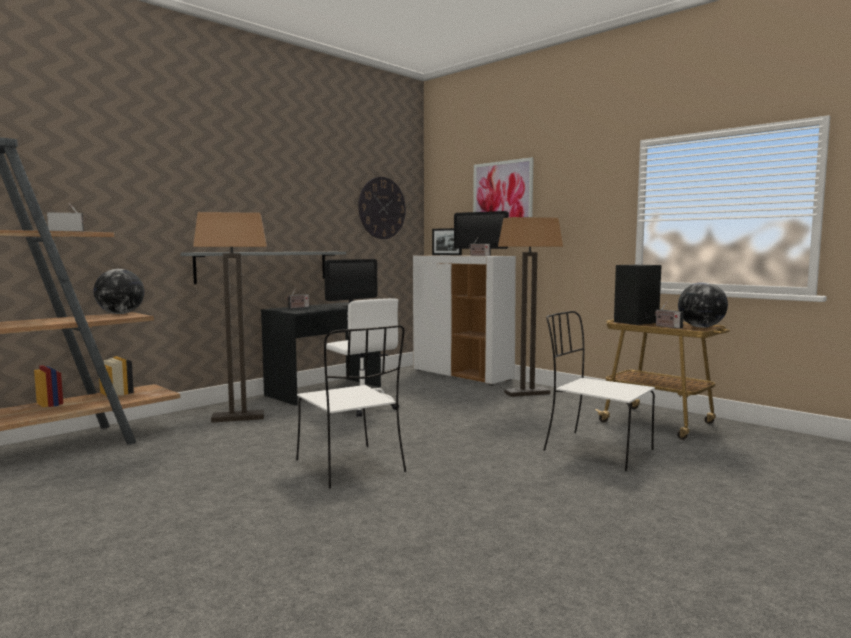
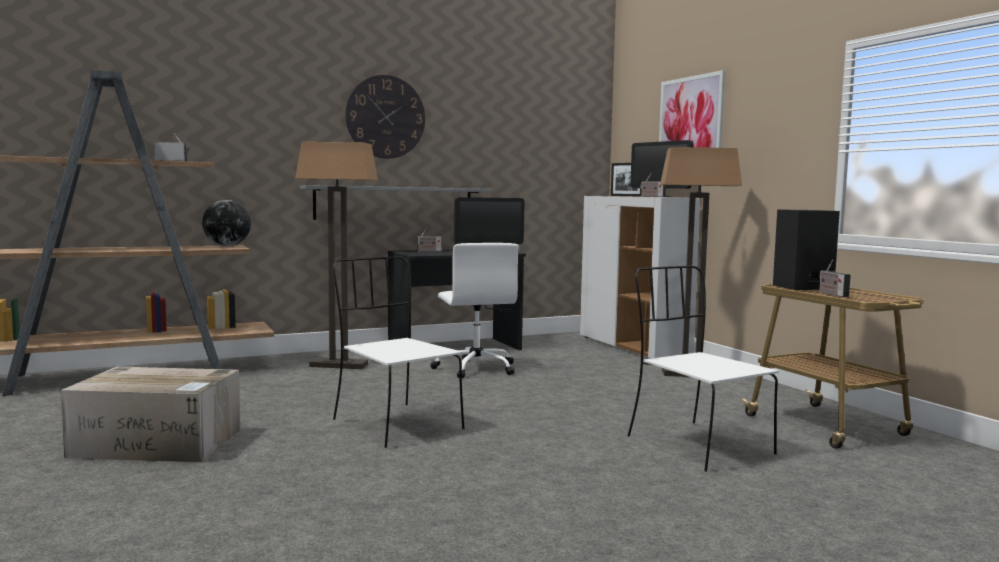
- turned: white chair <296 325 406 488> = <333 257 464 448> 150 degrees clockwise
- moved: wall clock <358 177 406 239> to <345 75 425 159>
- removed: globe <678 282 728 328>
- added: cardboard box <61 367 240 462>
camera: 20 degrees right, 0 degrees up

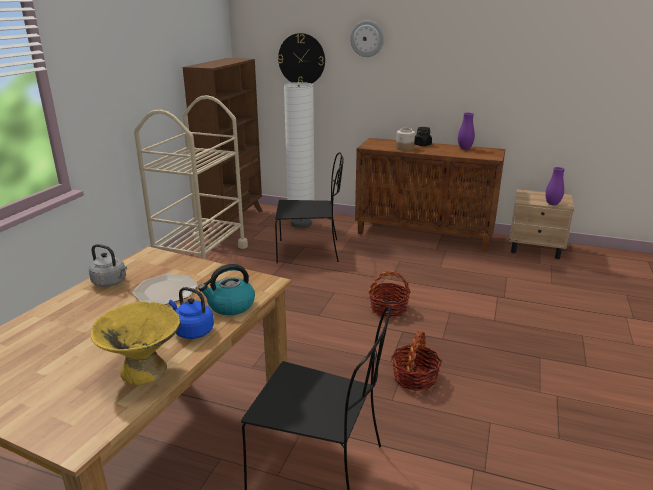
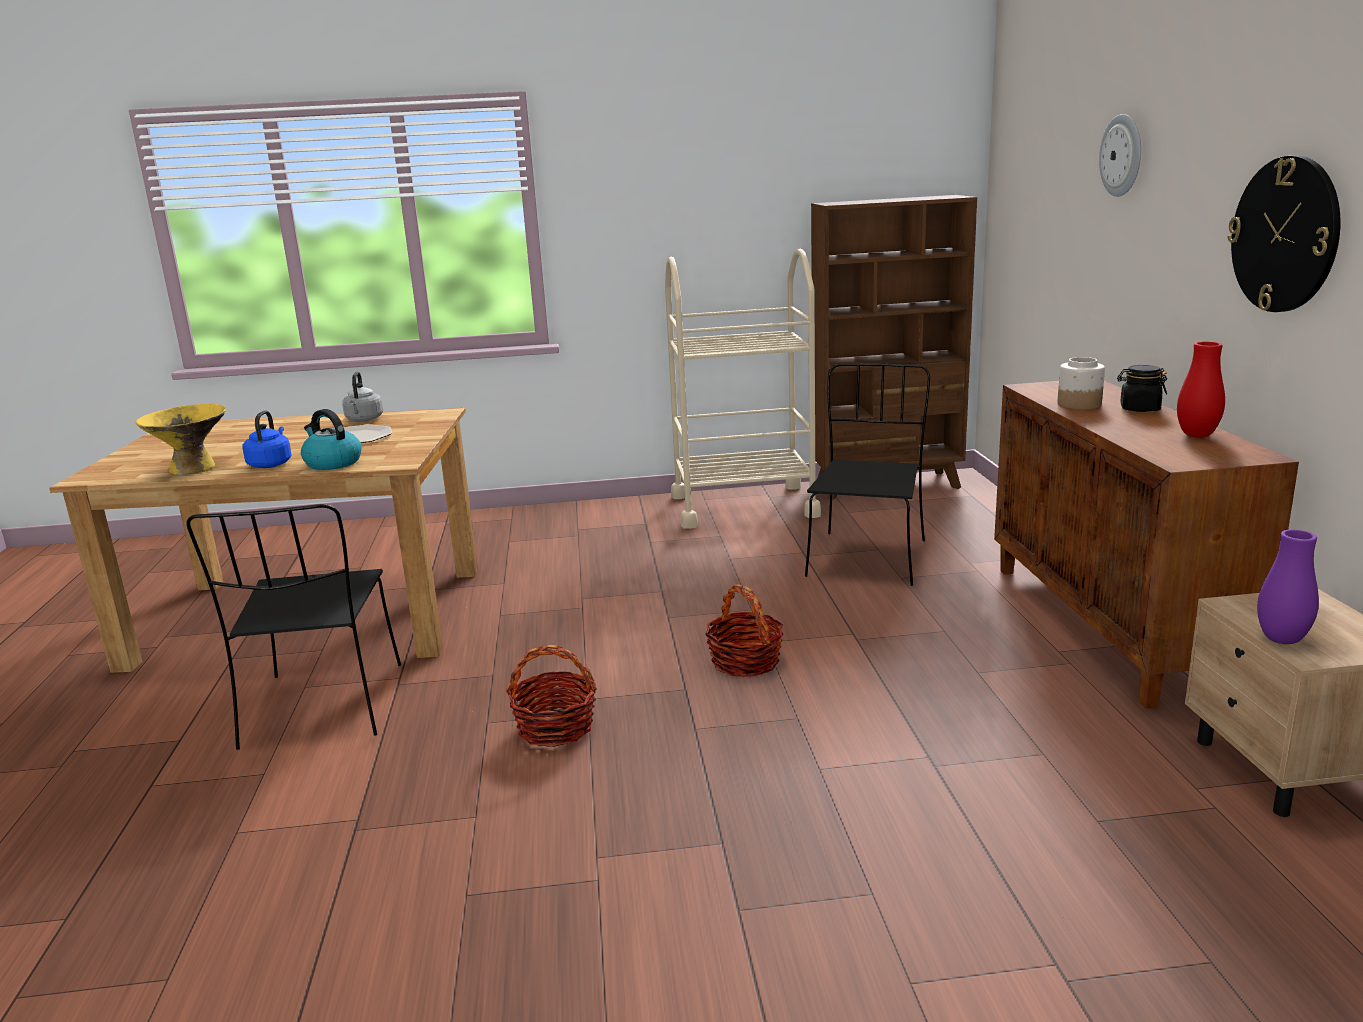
- turned: black chair <275 152 344 263> = <805 364 930 586> 135 degrees counterclockwise
- moved: wall clock <278 33 325 83> to <1228 155 1341 312>
- removed: white floor lamp <284 82 315 228>
- recoloured: purple vase <458 113 475 150> to red vase <1177 341 1225 438>
camera: 65 degrees right, 5 degrees down

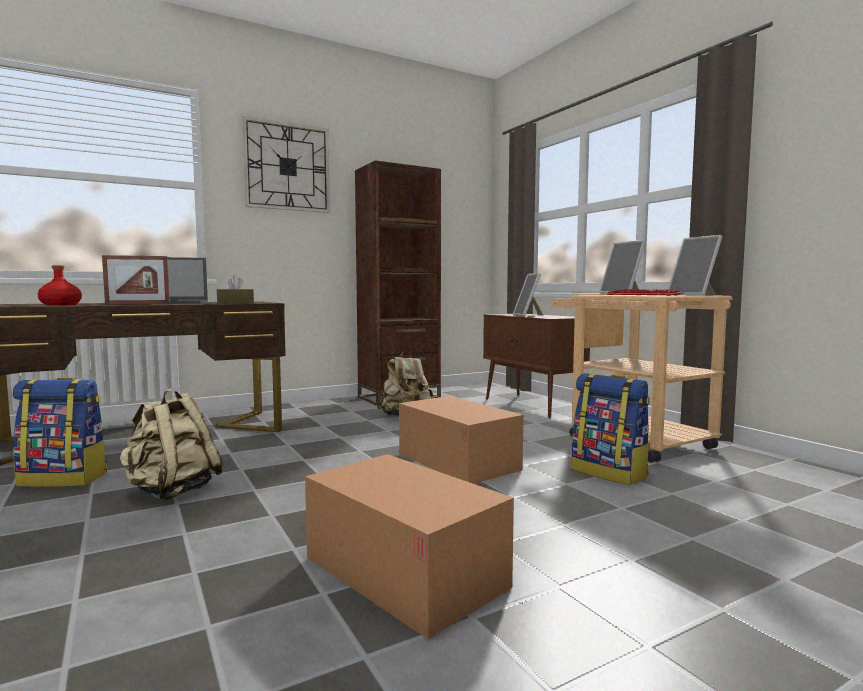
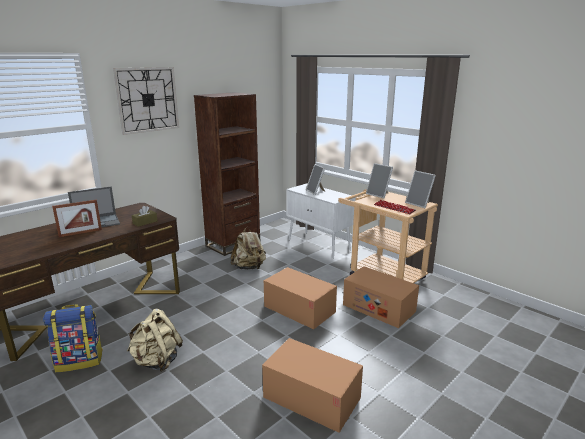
- removed: red bottle <38 265 82 305>
- recoloured: brown cabinet <483 314 590 418> to white cabinet <286 183 356 258>
- replaced: backpack <571 373 650 485> to cardboard box <343 266 419 328>
camera: 15 degrees left, 15 degrees up

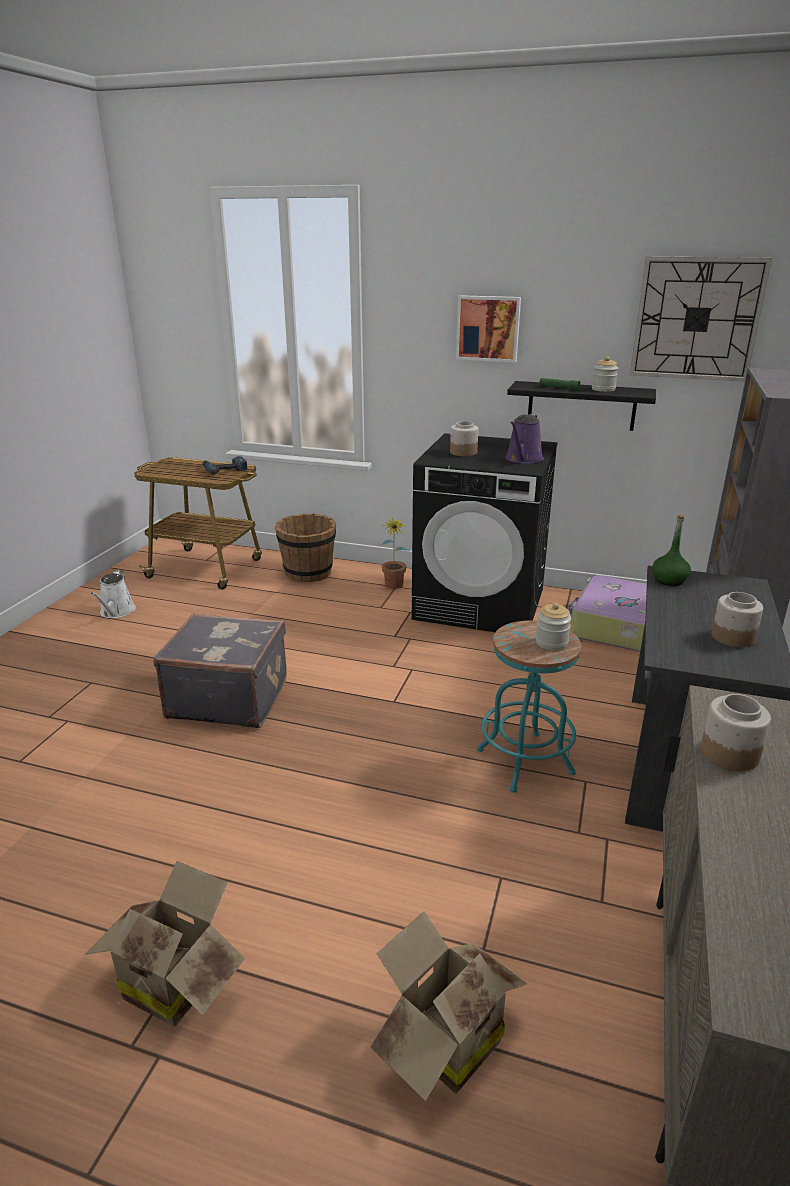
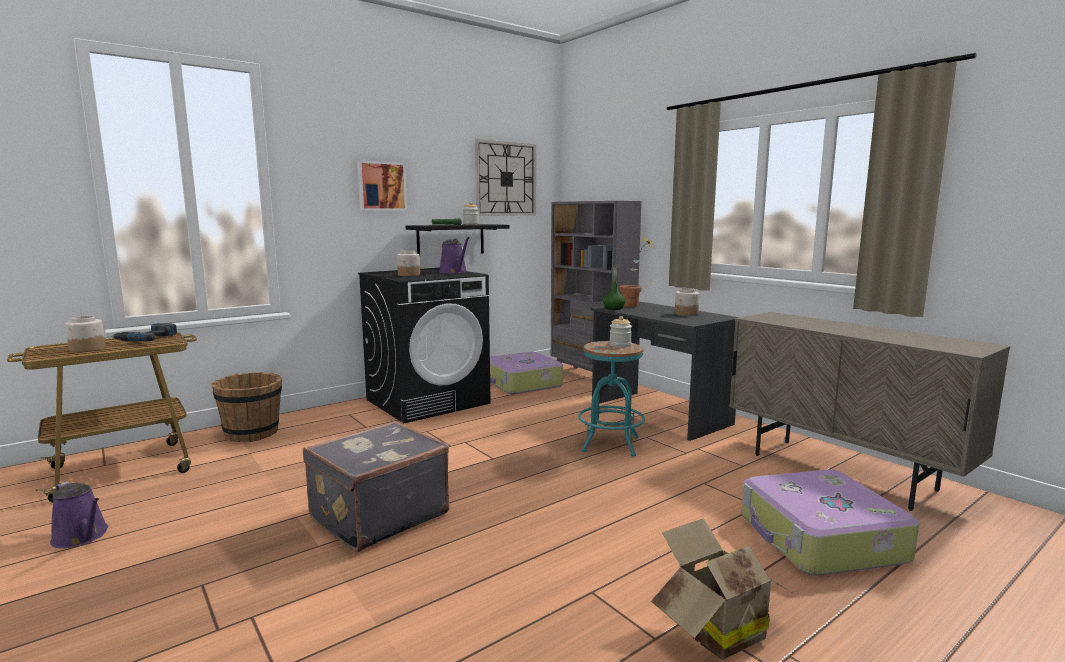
- recoloured: white watering can <91 570 136 618> to purple watering can <50 481 108 548>
- replaced: cardboard box <370 911 527 1101> to suitcase <741 470 919 576>
- moved: potted plant <381 518 409 589> to <619 236 655 307>
- moved: jar <701 694 771 771> to <65 316 106 353>
camera: 55 degrees left, 15 degrees down

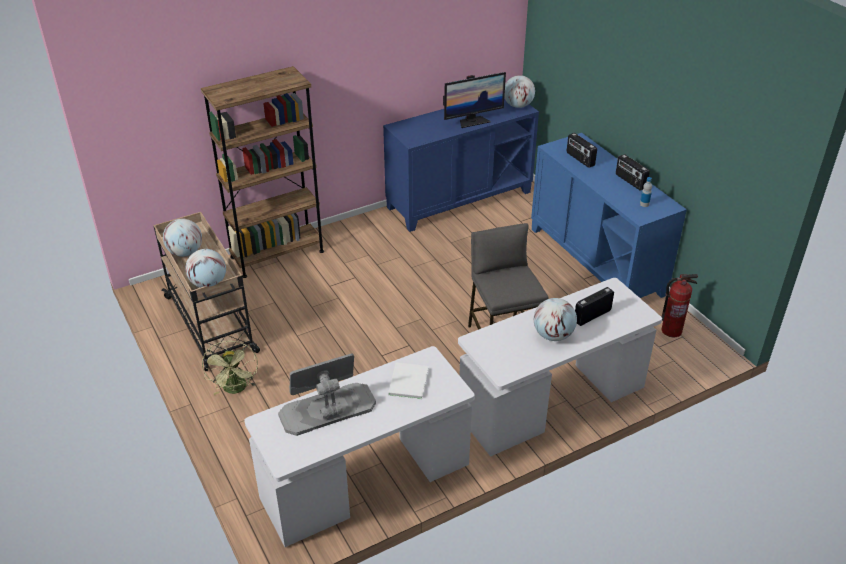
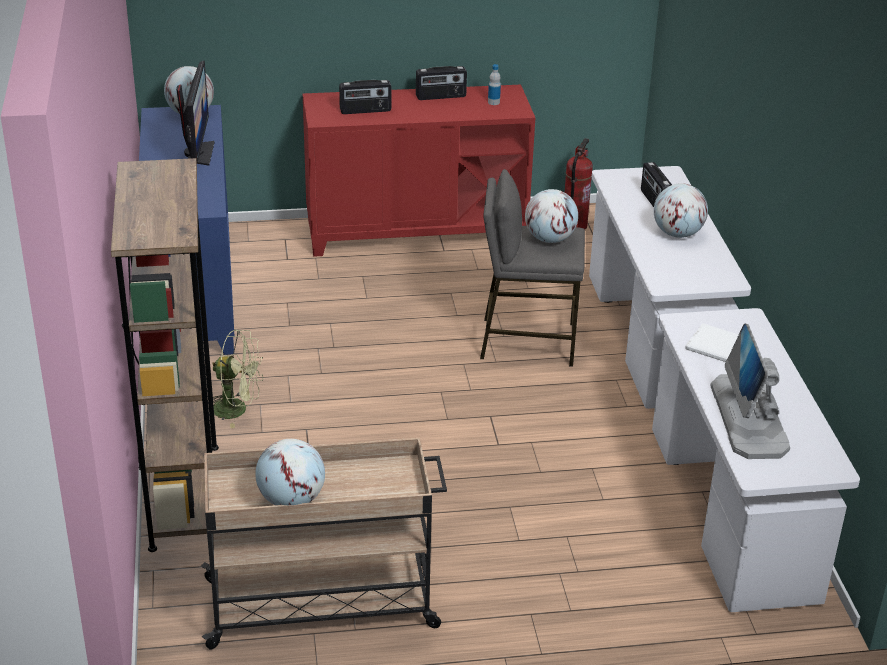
- moved: globe <185 249 226 288> to <525 189 578 243>
- moved: green fan <202 341 258 395> to <212 329 263 428>
- recoloured: blue cabinet <531 133 687 298> to red cabinet <303 85 535 257>
camera: 70 degrees left, 5 degrees down

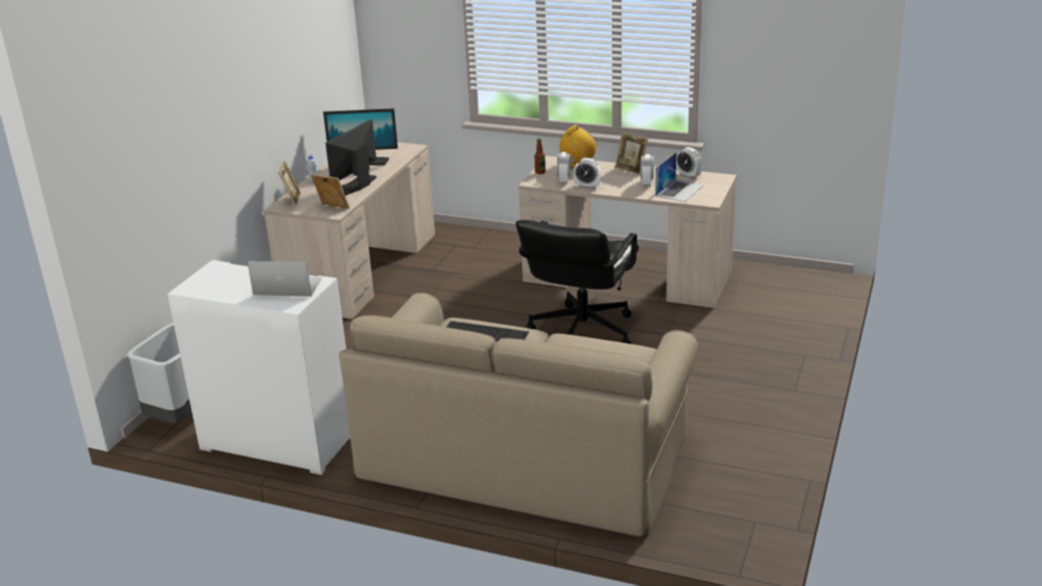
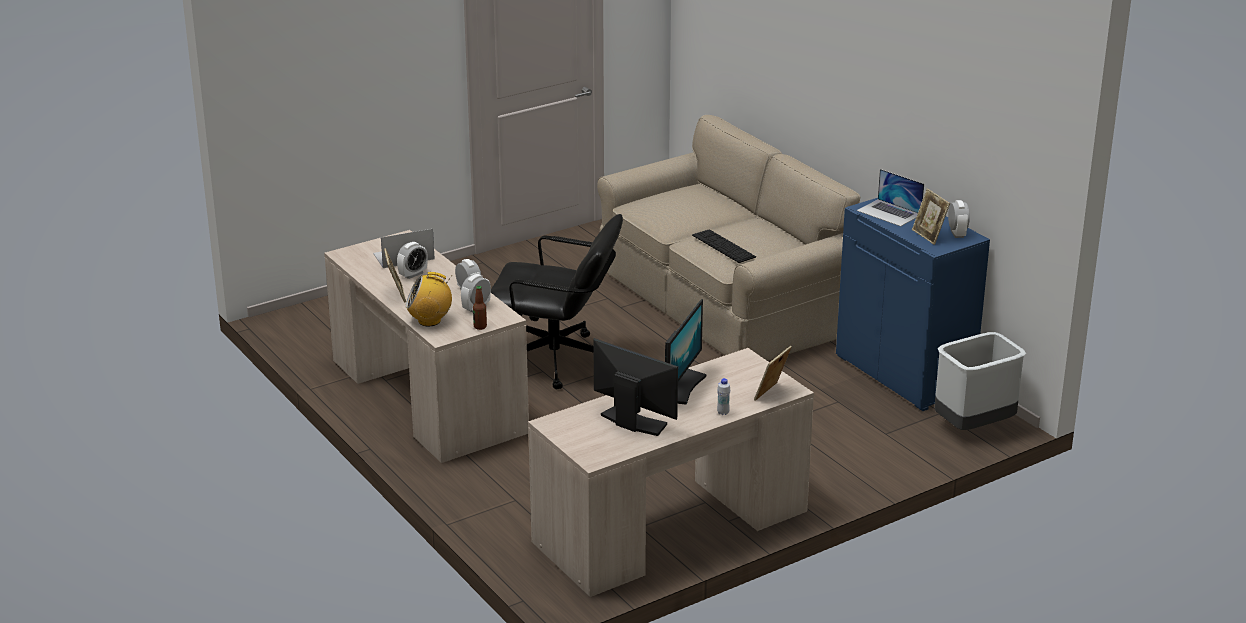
- recoloured: white cabinet <168 260 350 475> to blue cabinet <836 198 990 411>
- moved: picture frame <311 174 350 209> to <912 188 950 245>
- turned: monitor <326 119 376 196> = <665 299 706 405> 45 degrees counterclockwise
- turned: black office chair <516 220 639 344> = <491 214 623 389> 45 degrees clockwise
- moved: alarm clock <676 147 702 179> to <948 200 970 238>
camera: 145 degrees left, 0 degrees up

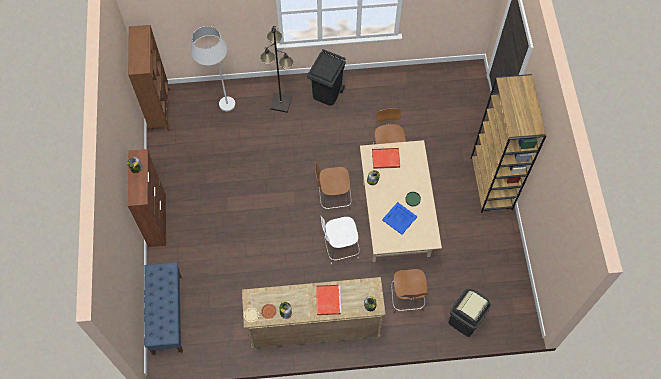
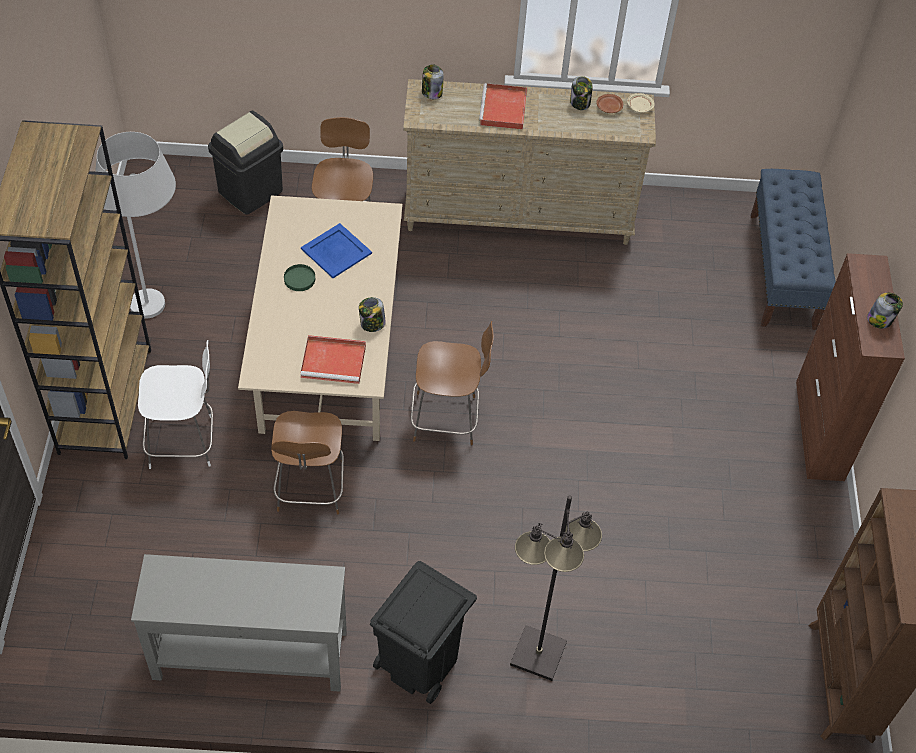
- moved: white floor lamp <191 26 235 111> to <95 132 176 318>
- moved: white chair <320 215 360 264> to <138 340 213 469>
- added: grey console table <131 554 347 692>
camera: 175 degrees left, 10 degrees down

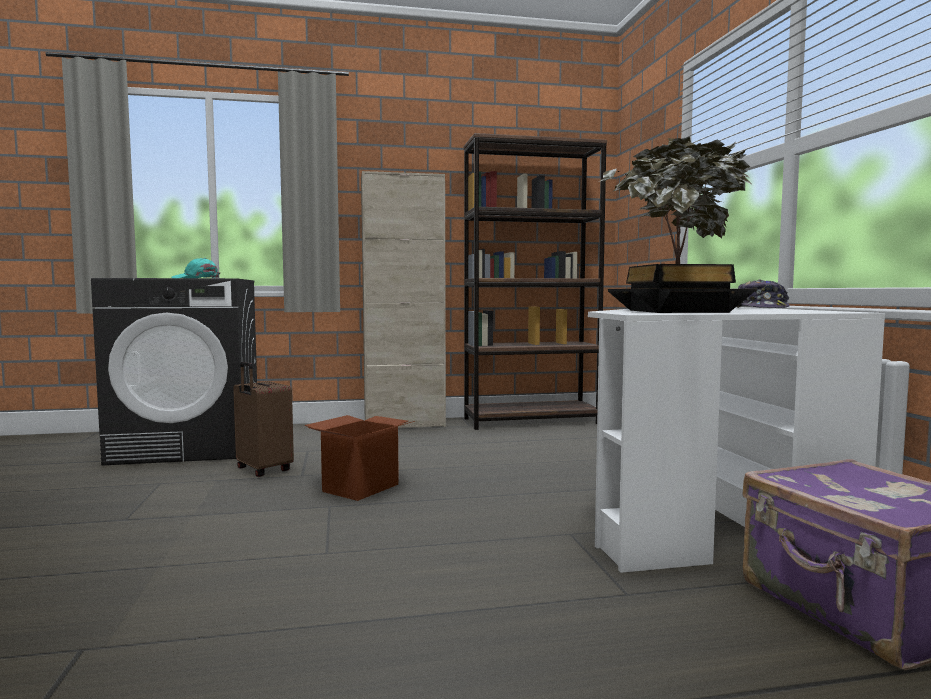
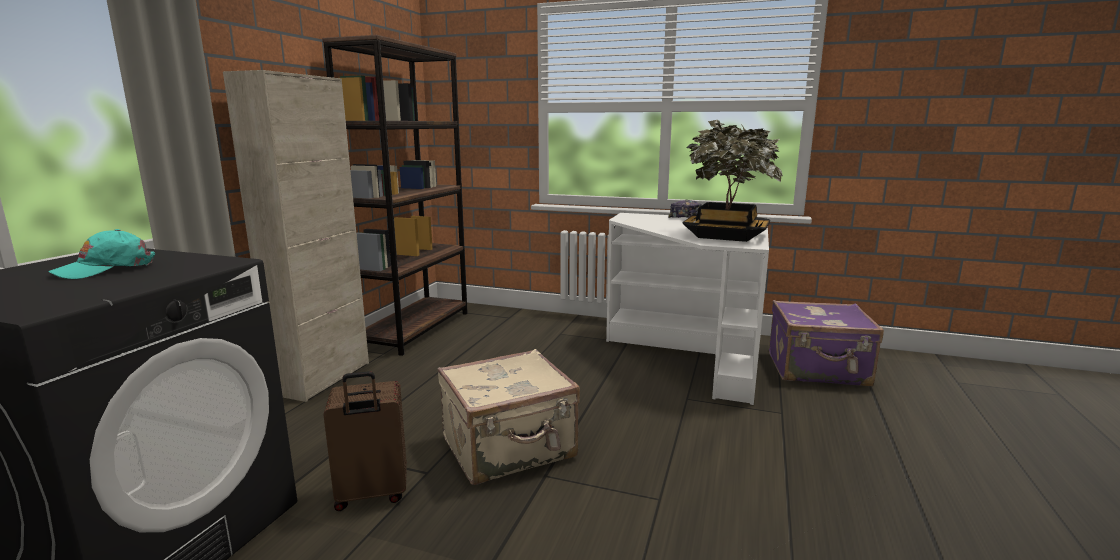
- replaced: cardboard box <305 415 415 501> to beige suitcase <437 349 580 485>
camera: 60 degrees left, 10 degrees up

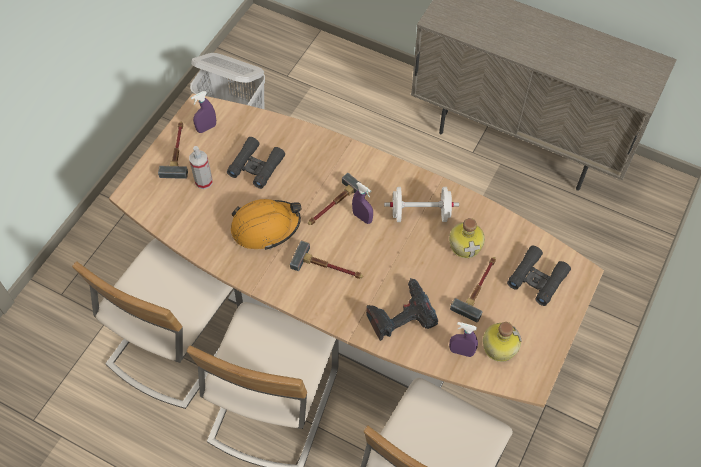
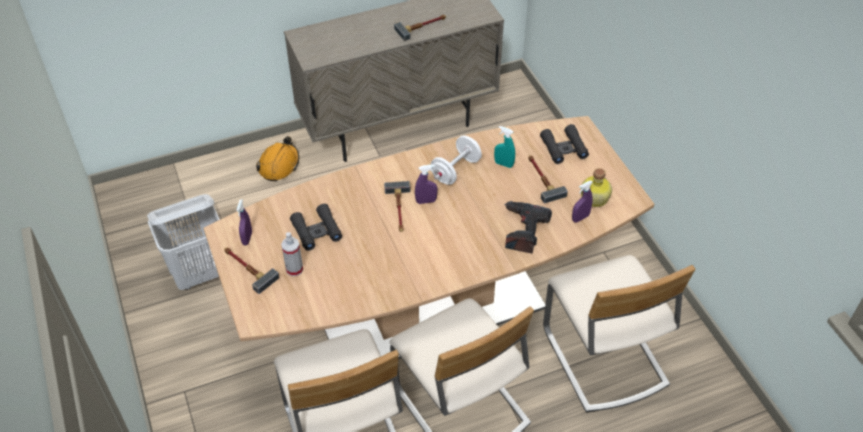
- moved: orange hard hat <231 199 301 250> to <256 136 299 181>
- moved: hammer <290 241 363 279> to <394 15 446 41>
- replaced: bottle <449 218 485 258> to turquoise spray bottle <494 126 515 168>
camera: 50 degrees left, 10 degrees down

